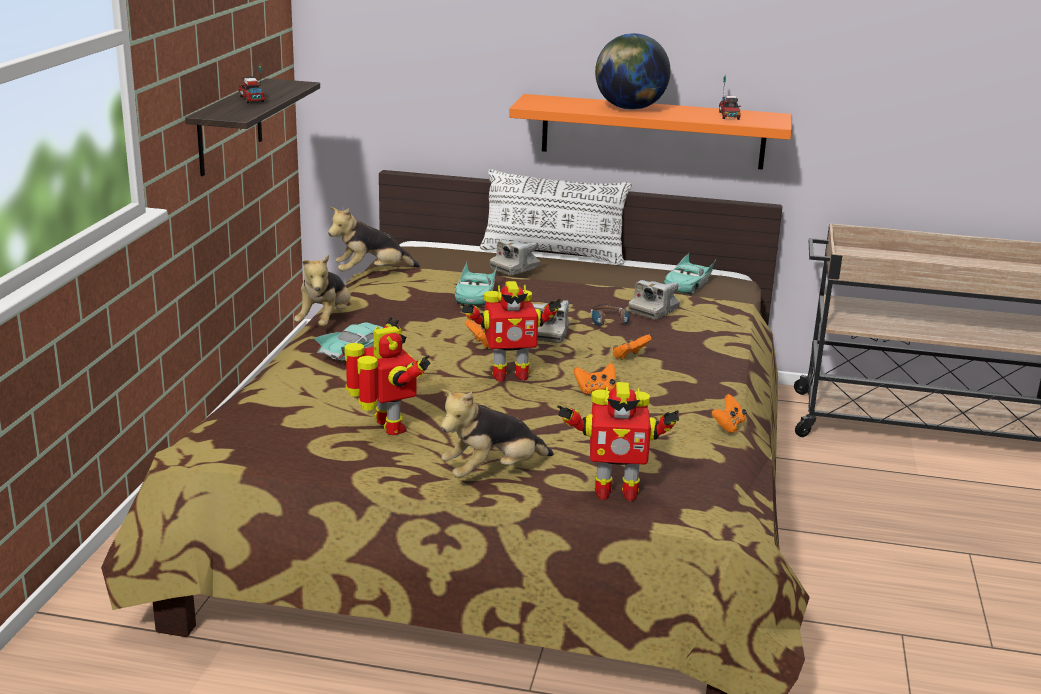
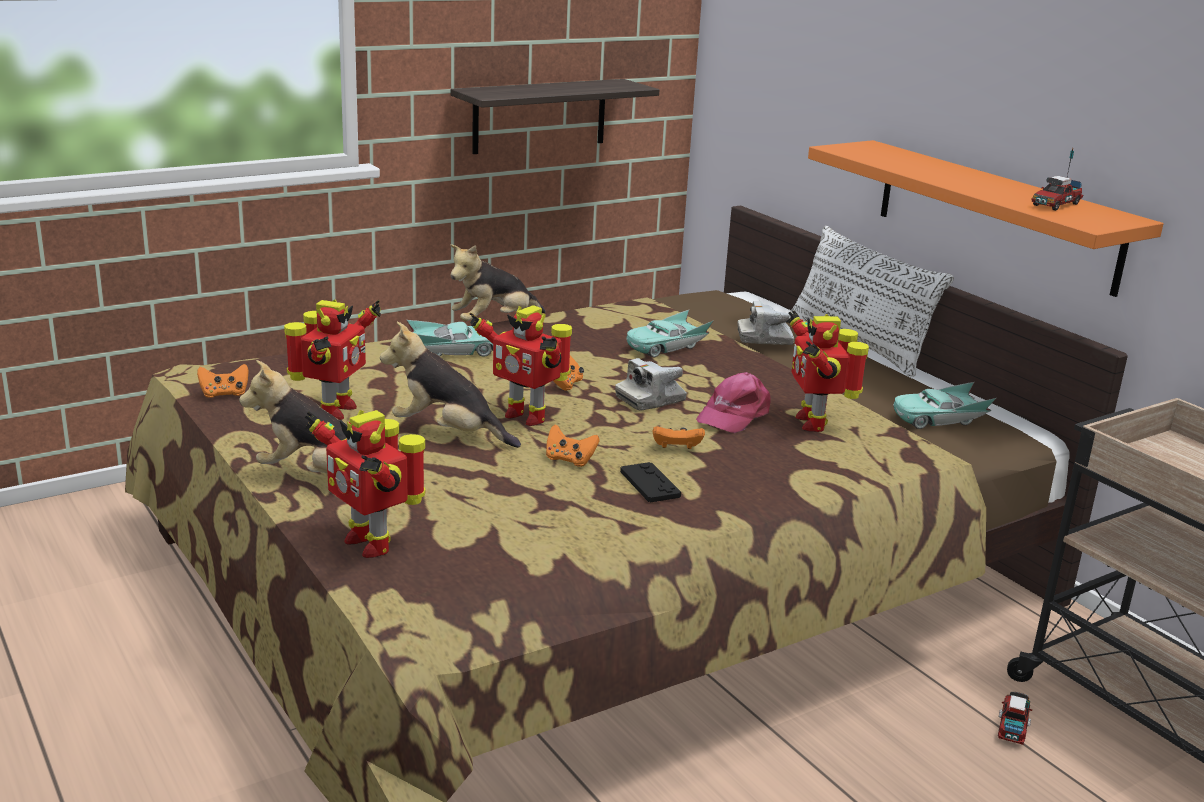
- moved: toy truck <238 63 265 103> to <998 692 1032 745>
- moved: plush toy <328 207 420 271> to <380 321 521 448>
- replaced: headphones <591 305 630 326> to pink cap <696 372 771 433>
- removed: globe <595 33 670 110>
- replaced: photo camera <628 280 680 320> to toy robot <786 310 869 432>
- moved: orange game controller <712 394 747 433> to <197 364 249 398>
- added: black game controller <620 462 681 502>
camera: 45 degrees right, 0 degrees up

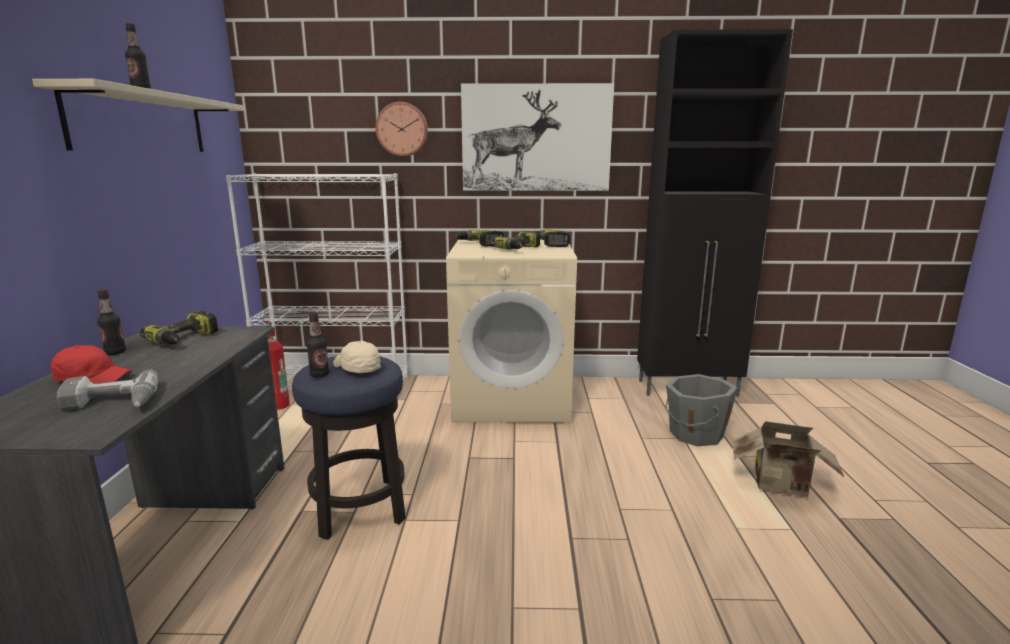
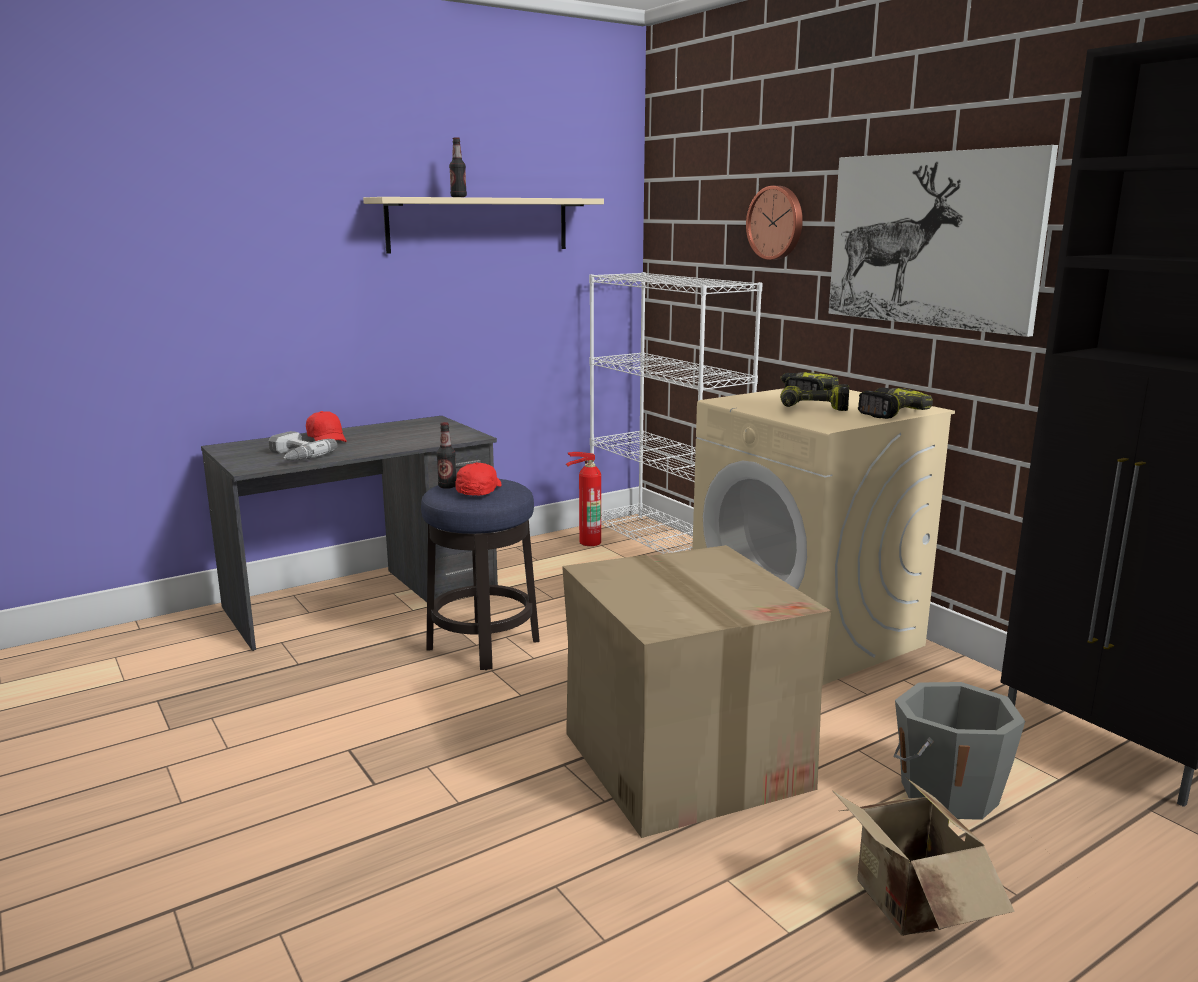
- removed: bottle <97 290 126 355>
- removed: power drill <140 311 218 344>
- recoloured: beige cap <333 341 381 373> to red cap <455 463 501 495>
- added: cardboard box <562 545 831 838>
camera: 55 degrees right, 0 degrees up

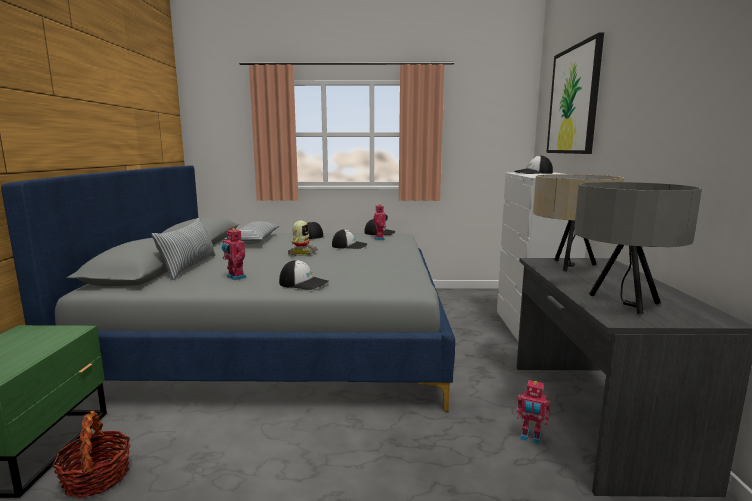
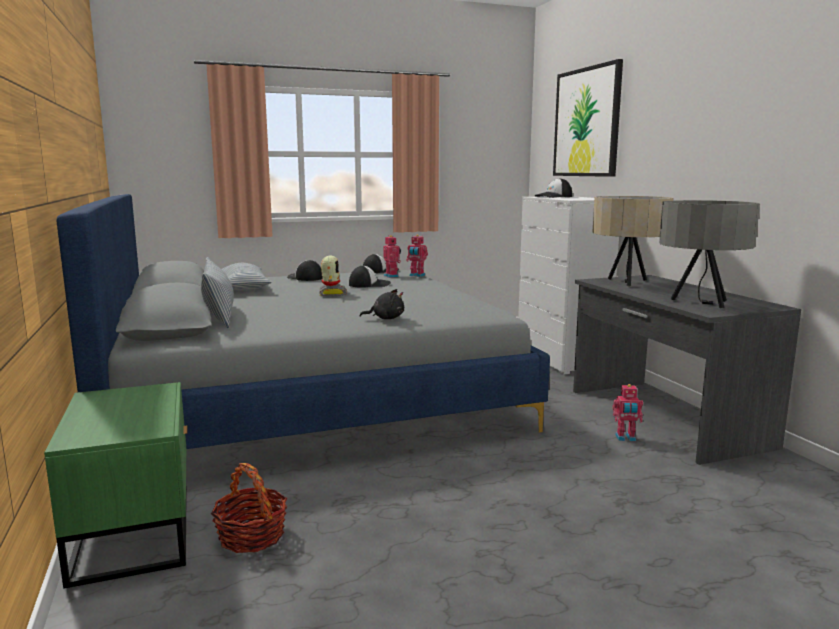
- moved: toy robot <222 228 247 280> to <406 235 428 277>
- replaced: cap <279 260 329 290> to black plush toy <360 289 404 319>
camera: 20 degrees left, 0 degrees up

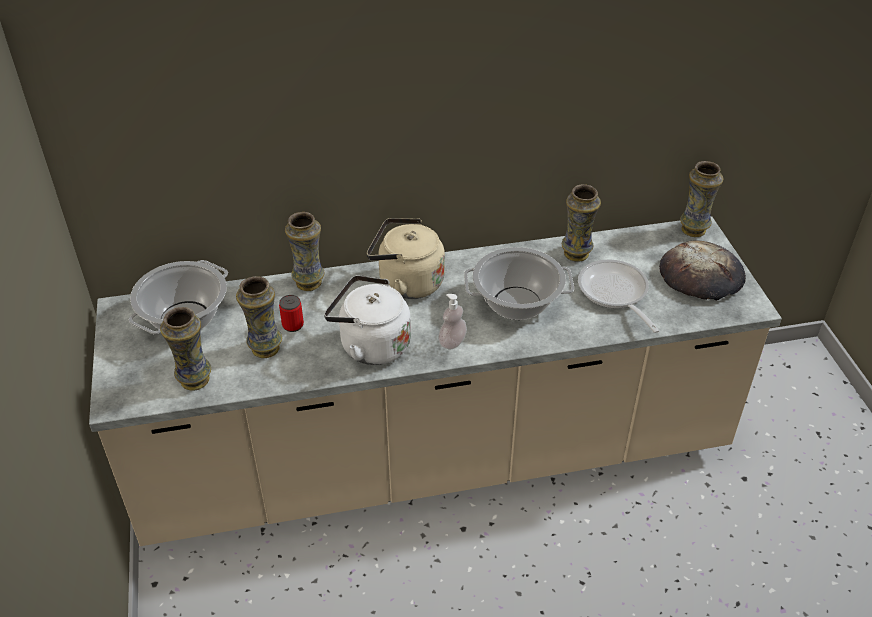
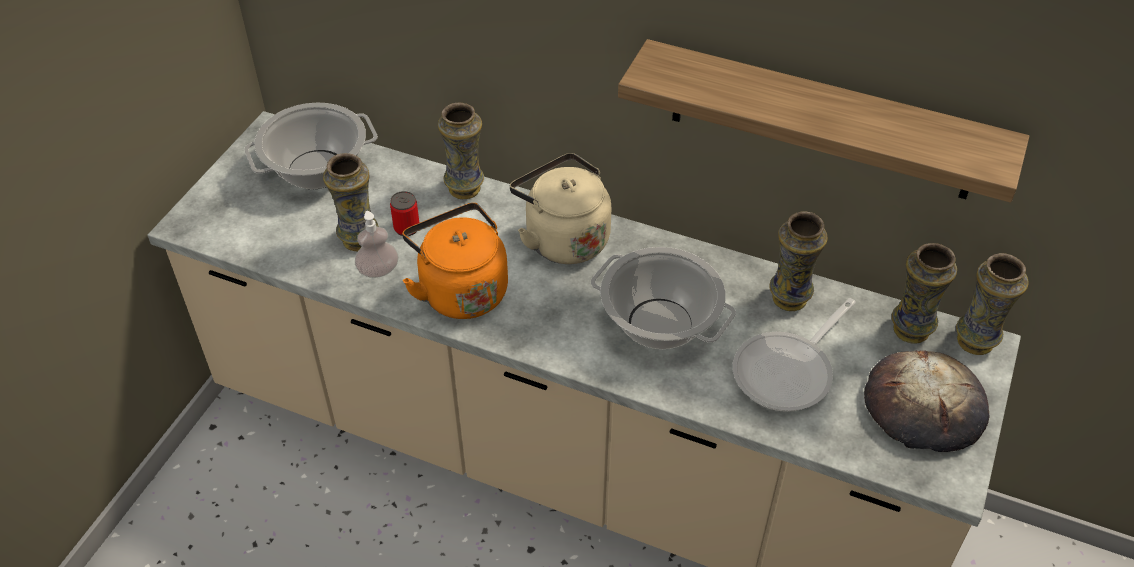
- moved: vase <160 307 211 391> to <892 243 957 344>
- recoloured: white kettle <324 275 411 365> to orange kettle <402 203 508 319>
- moved: soap dispenser <438 294 467 350> to <355 211 399 278>
- turned: frying pan <578 259 660 333> = <733 298 856 412> 150 degrees counterclockwise
- added: shelf <618 39 1029 202>
camera: 35 degrees right, 5 degrees up

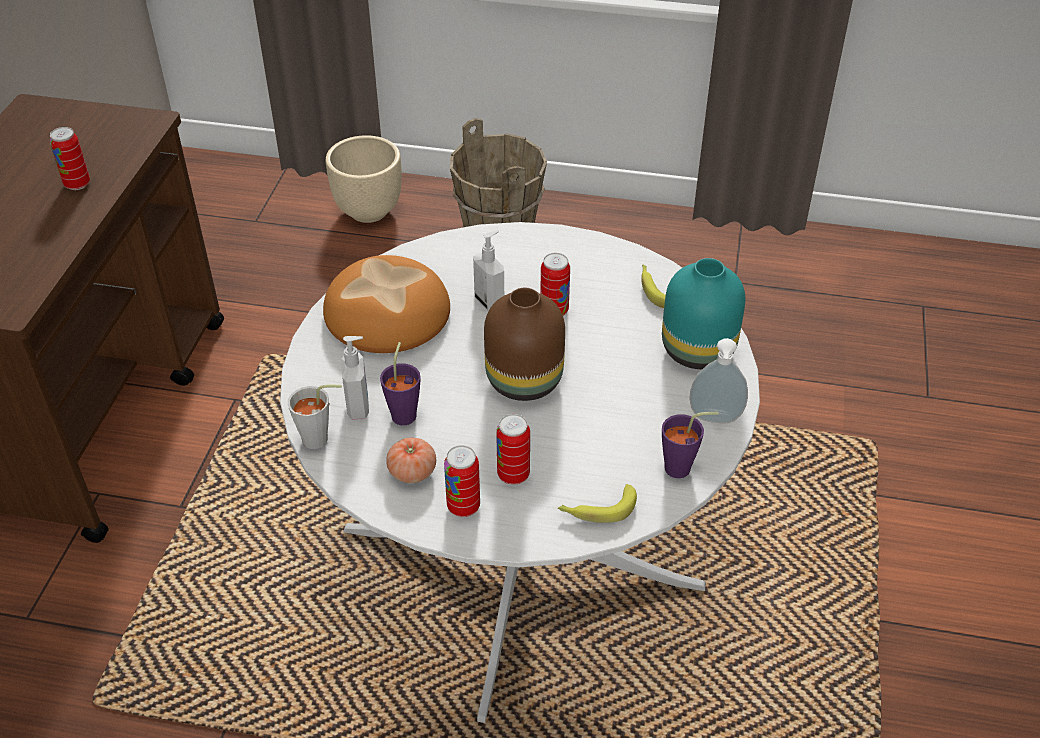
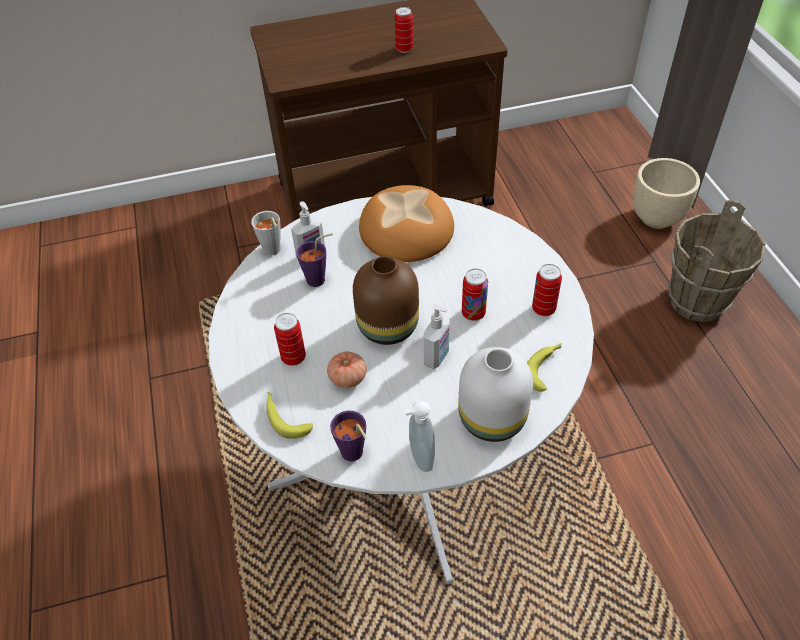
- moved: tomato <386 438 436 483> to <327 352 367 388>
- moved: can <444 445 480 517> to <532 264 562 316>
- moved: soap dispenser <473 230 504 311> to <424 304 450 369>
- recoloured: turquoise vase <662 258 745 369> to white vase <458 347 533 442>
camera: 65 degrees right, 5 degrees up

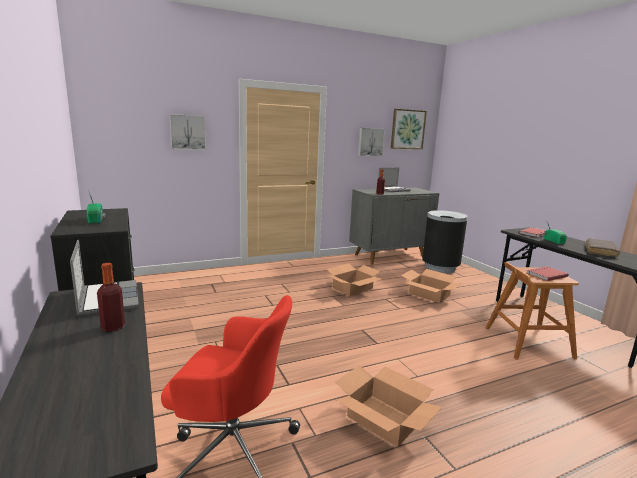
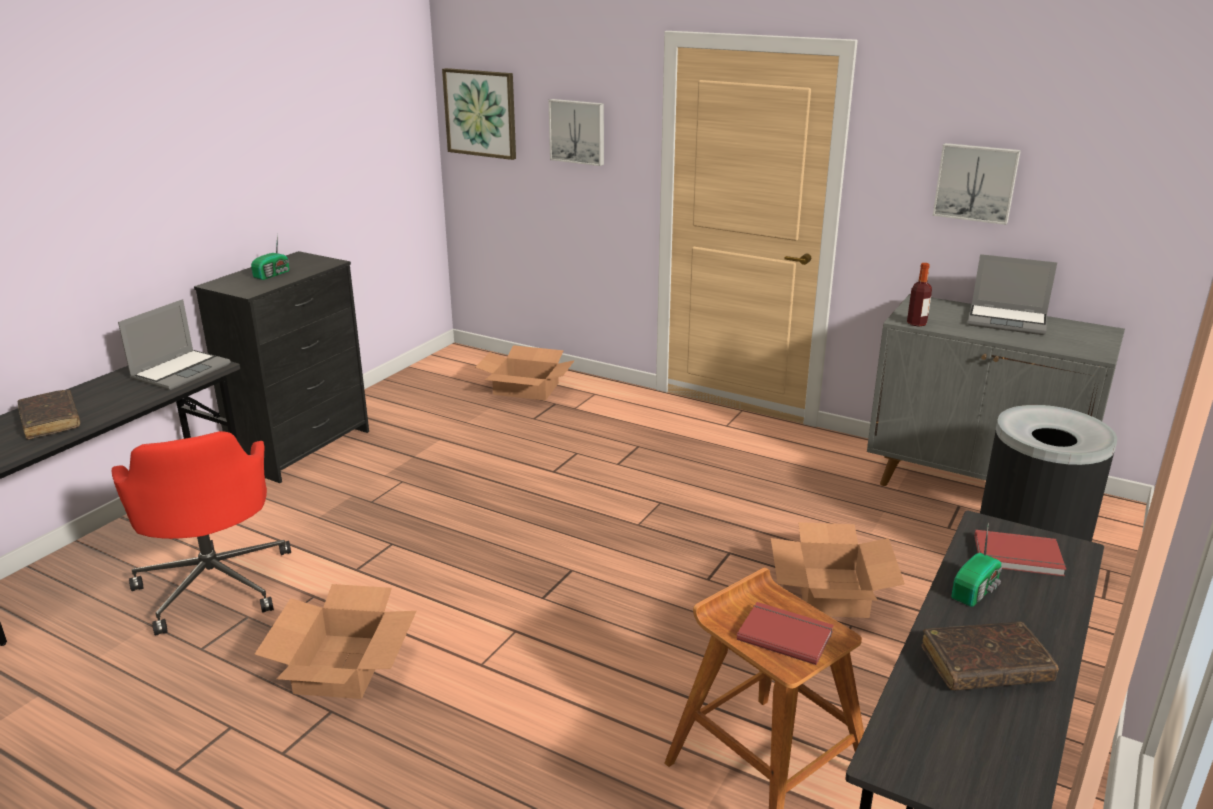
- removed: bottle <97 263 125 332>
- moved: cardboard box <326 263 382 296> to <476 345 575 401>
- moved: picture <391 109 427 149> to <442 68 516 160>
- added: brown book <18 390 81 440>
camera: 55 degrees right, 10 degrees up

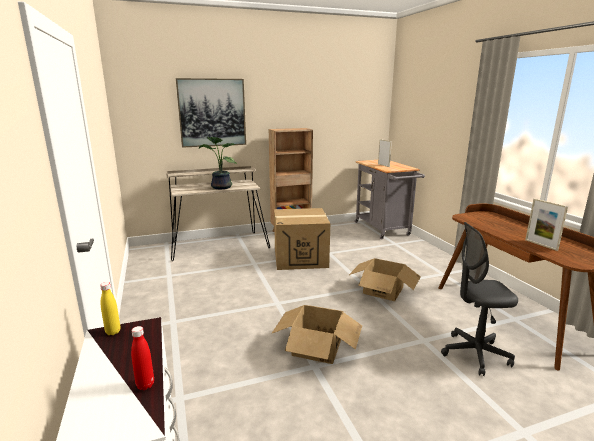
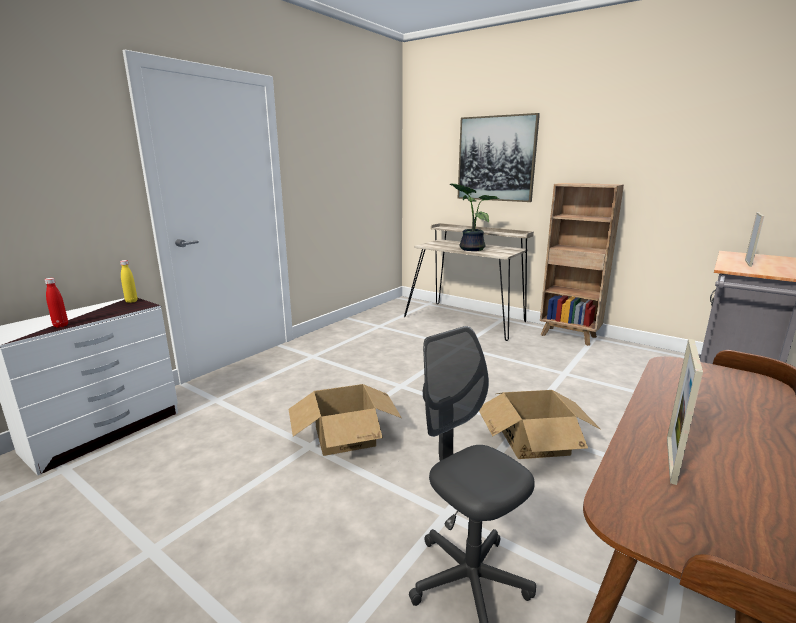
- removed: cardboard box <274 208 330 270>
camera: 55 degrees right, 0 degrees up

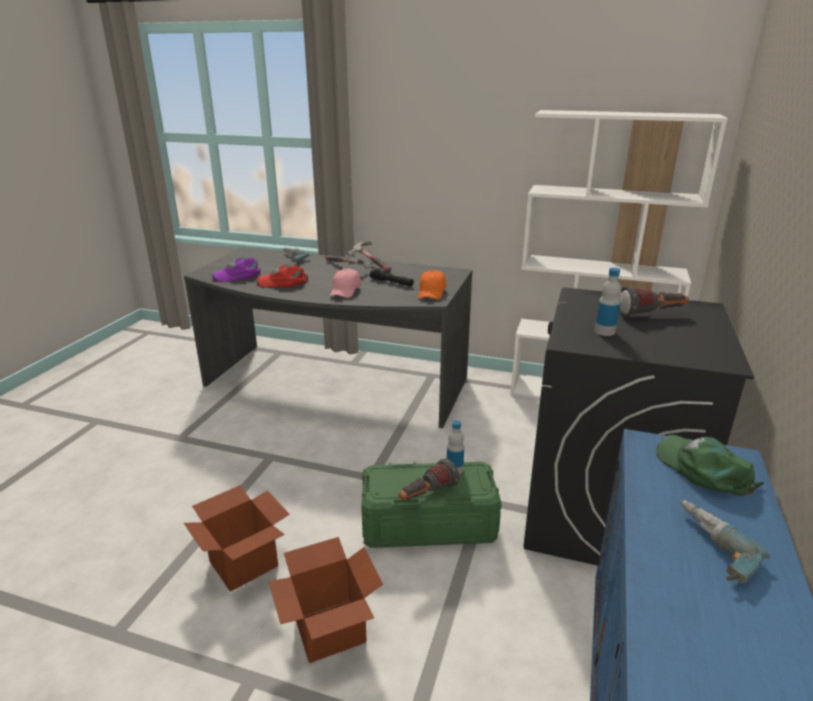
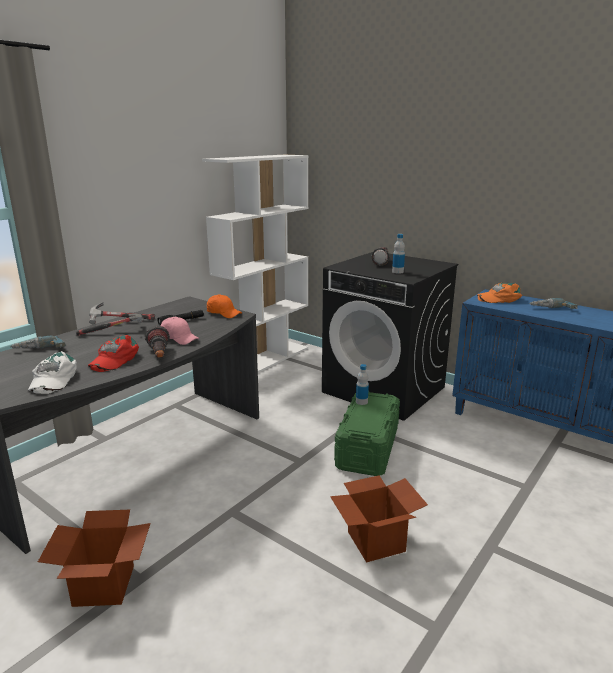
- recoloured: purple cap <212 257 260 282> to white cap <28 351 77 394>
- moved: cardboard box <269 537 383 663> to <38 510 151 607>
- moved: flashlight <399 458 460 500> to <145 326 170 358>
- recoloured: green cap <657 435 764 496> to orange cap <477 283 522 303>
camera: 70 degrees left, 5 degrees down

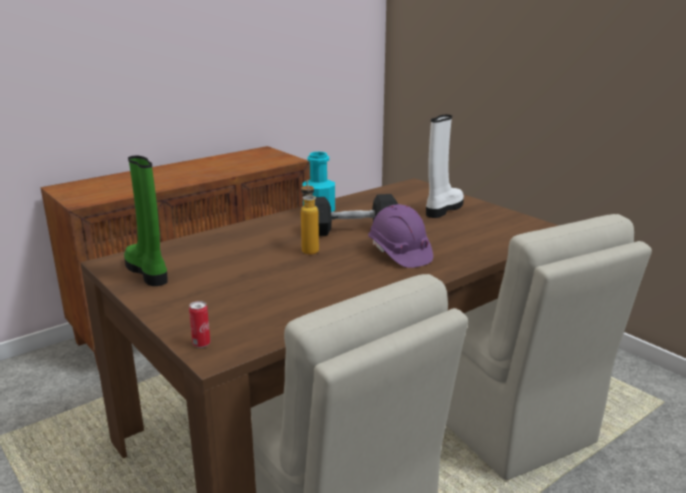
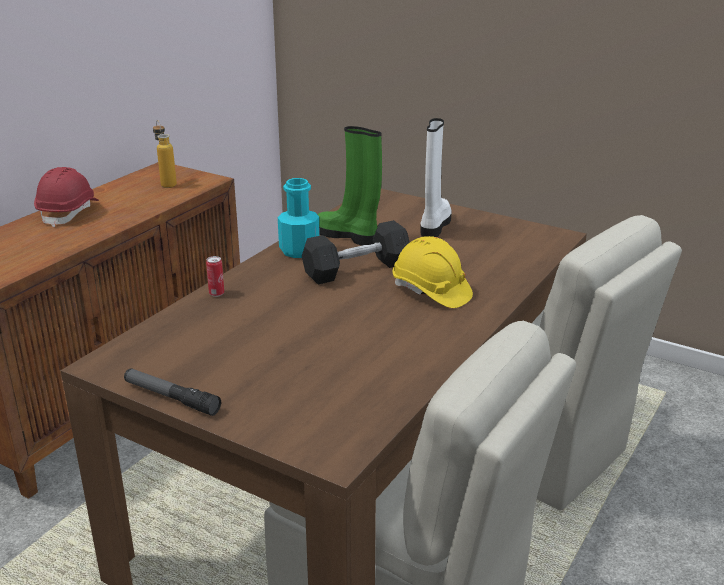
- moved: green boot <124 156 168 286> to <317 126 382 245>
- moved: can <189 301 210 348> to <206 256 224 297>
- moved: bottle <301 180 319 255> to <153 120 177 188>
- recoloured: purple hard hat <368 204 433 268> to yellow hard hat <392 236 473 308>
- added: red hard hat <34 167 99 227>
- added: flashlight <124 368 221 416>
camera: 20 degrees left, 5 degrees up

